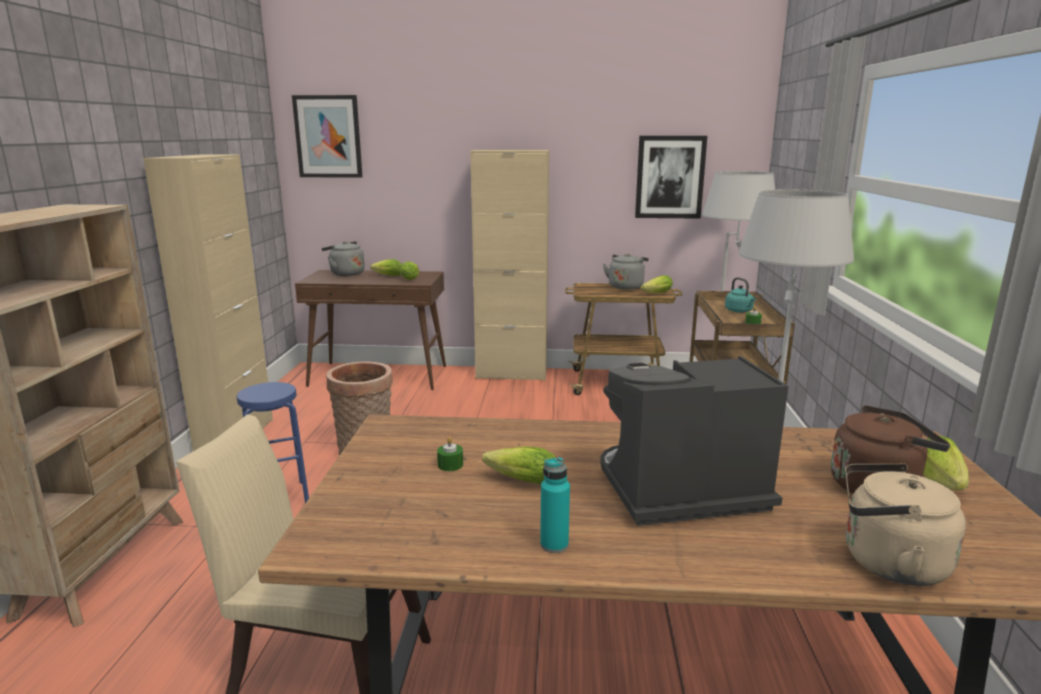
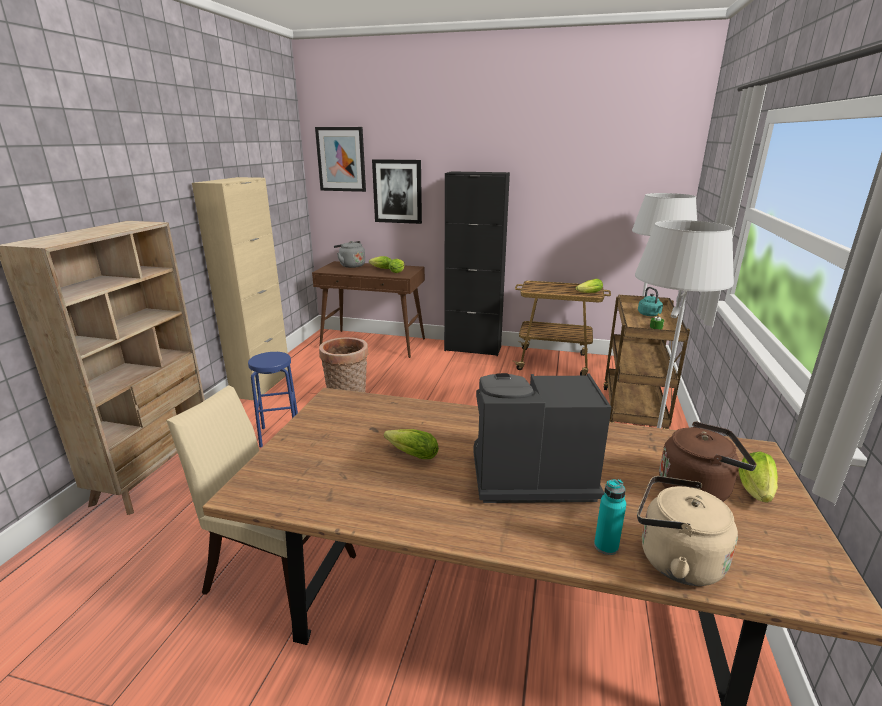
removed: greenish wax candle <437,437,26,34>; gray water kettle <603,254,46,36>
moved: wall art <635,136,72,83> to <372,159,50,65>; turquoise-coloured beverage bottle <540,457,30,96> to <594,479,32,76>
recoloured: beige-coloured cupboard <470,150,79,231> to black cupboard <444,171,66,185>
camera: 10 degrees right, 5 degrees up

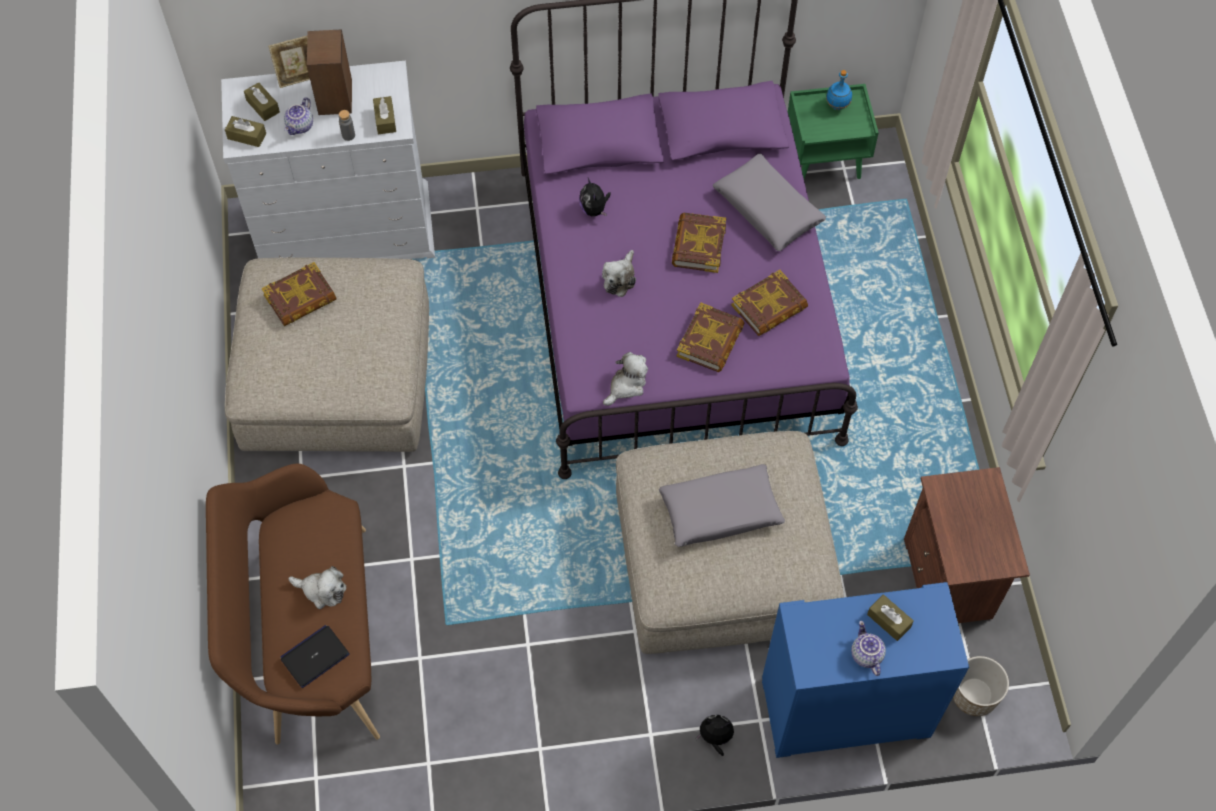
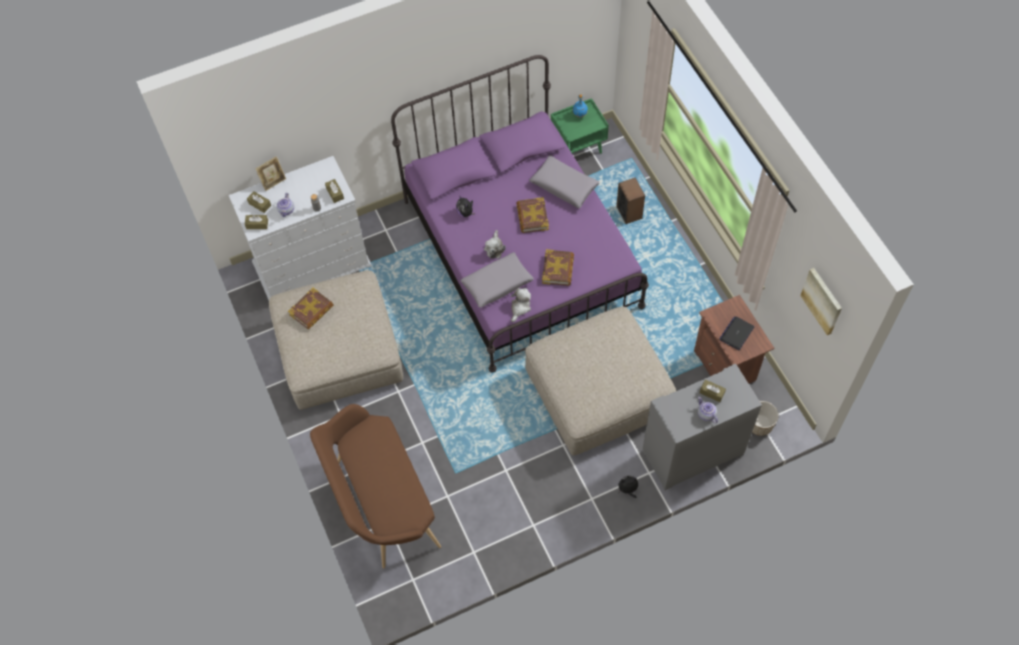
removed: cuddly toy <288,566,59,43>; volume <731,270,77,66>
added: wall art <800,268,42,67>
moved: gray pillow <659,464,126,83> to <461,252,73,56>; speaker <307,29,45,86> to <616,177,29,47>; notebook computer <281,625,69,63> to <719,316,35,34>
recoloured: bluish cupboard <762,582,207,176> to gray cupboard <643,364,119,126>
camera: 15 degrees left, 0 degrees up

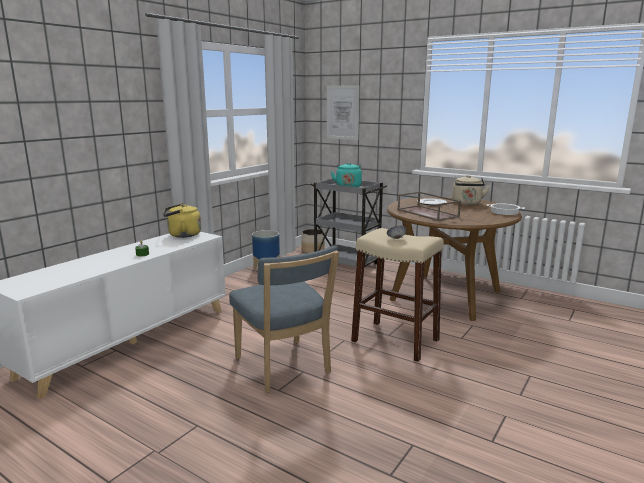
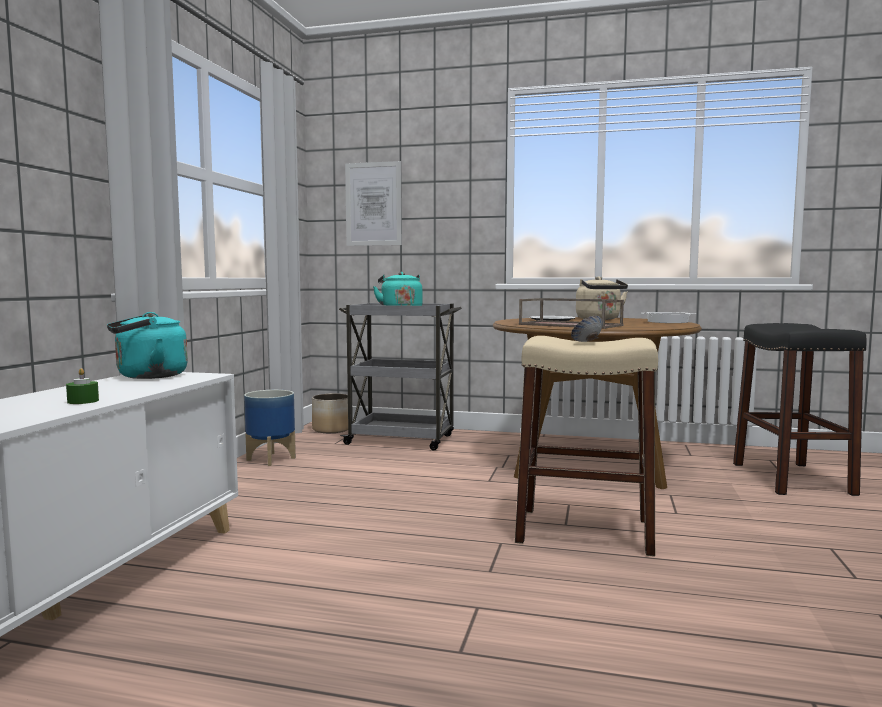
removed: bluish chair <229,246,110,147>
added: black sitting stool <733,323,134,173>
recoloured: yellow water kettle <163,203,38,35> to turquoise-coloured water kettle <107,312,81,67>
camera: 20 degrees left, 10 degrees down

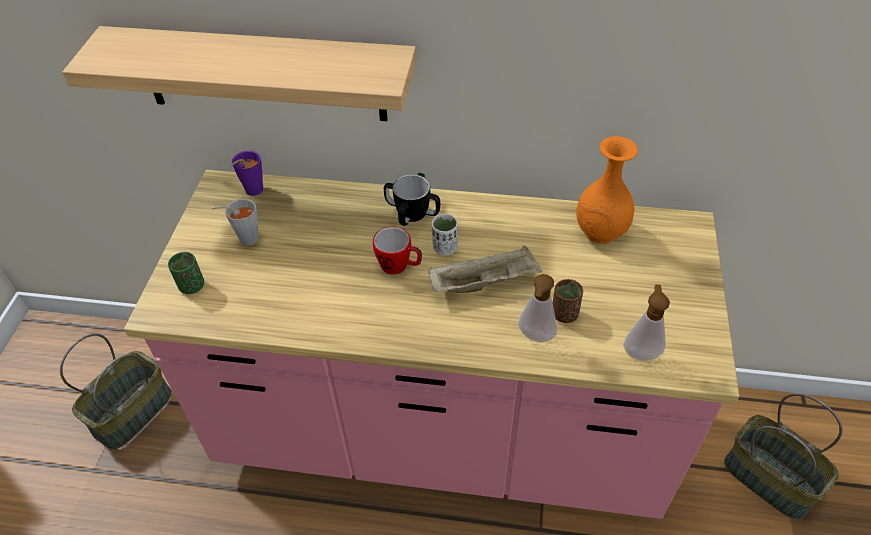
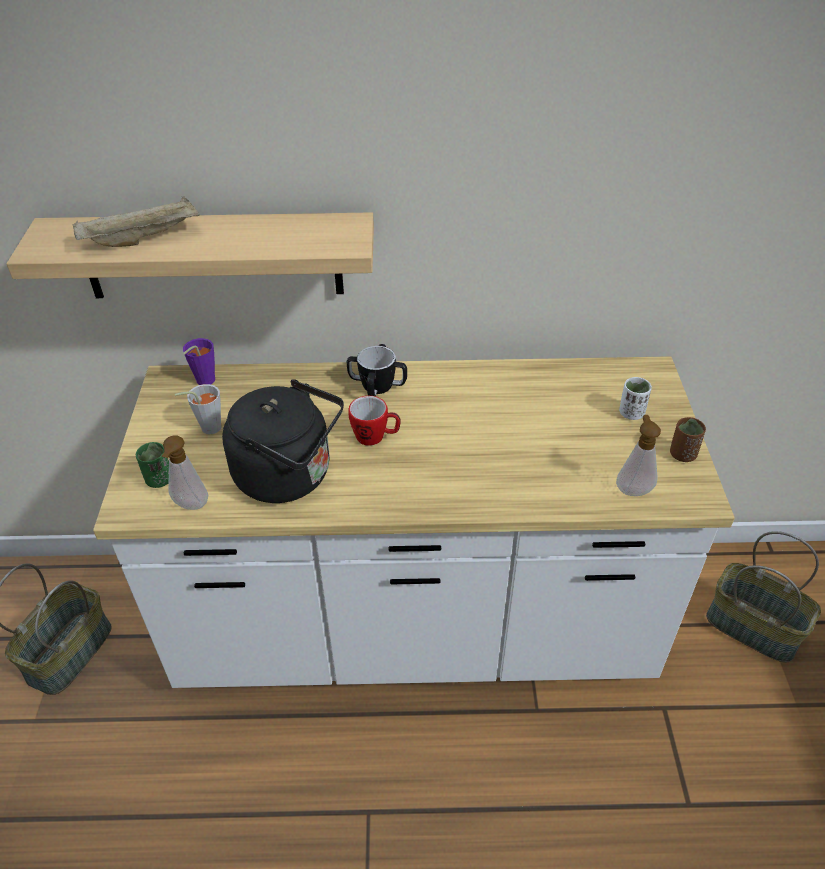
removed: orange-coloured decorative vase <576,136,62,108>
added: black water kettle <222,379,122,124>
moved: beige-coloured carrying tray <428,246,115,47> to <72,196,128,51>; soap dispenser <519,274,38,68> to <161,436,47,74>; white-coloured drinking cup <432,214,26,41> to <619,377,33,43>; brown-coloured drinking cup <553,279,30,44> to <670,417,36,45>
recoloured: pink kitchen counter <124,170,615,349> to white-coloured kitchen counter <93,356,642,332>
camera: 10 degrees left, 5 degrees down

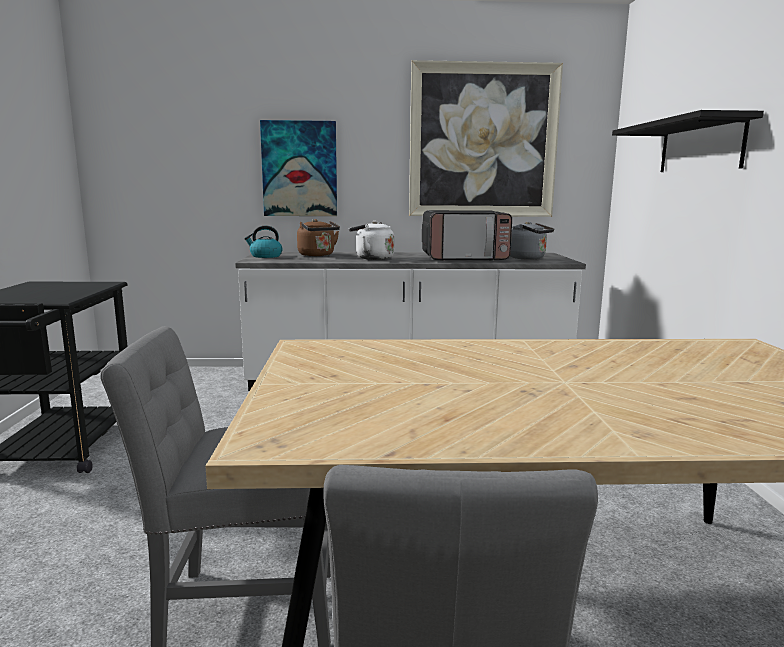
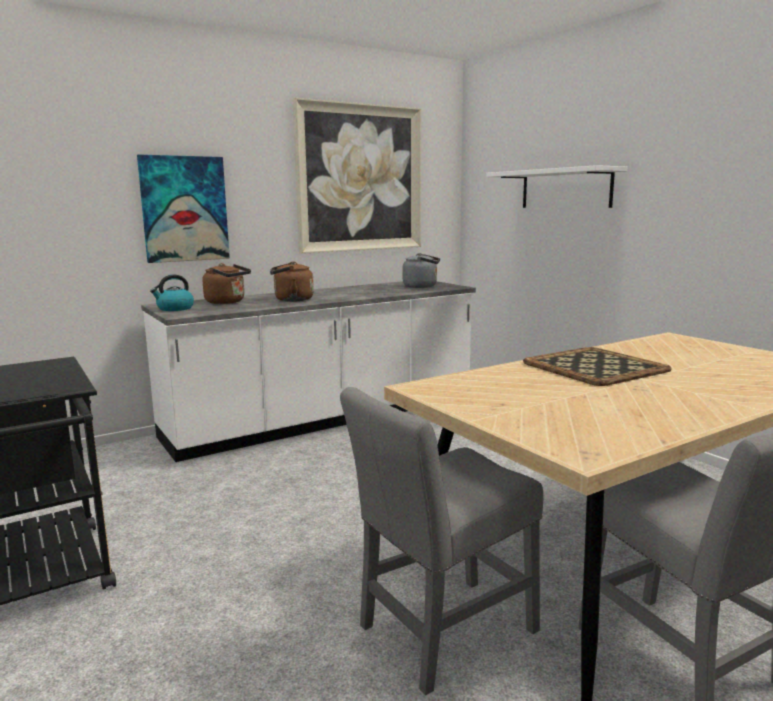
removed: kitchen microwave <422,210,90,51>
added: carrying tray <523,347,149,39>
recoloured: white-coloured water kettle <349,221,45,39> to brown-coloured water kettle <270,262,44,40>; black shelf <612,110,152,62> to white-coloured shelf <486,165,141,43>
camera: 30 degrees left, 0 degrees up

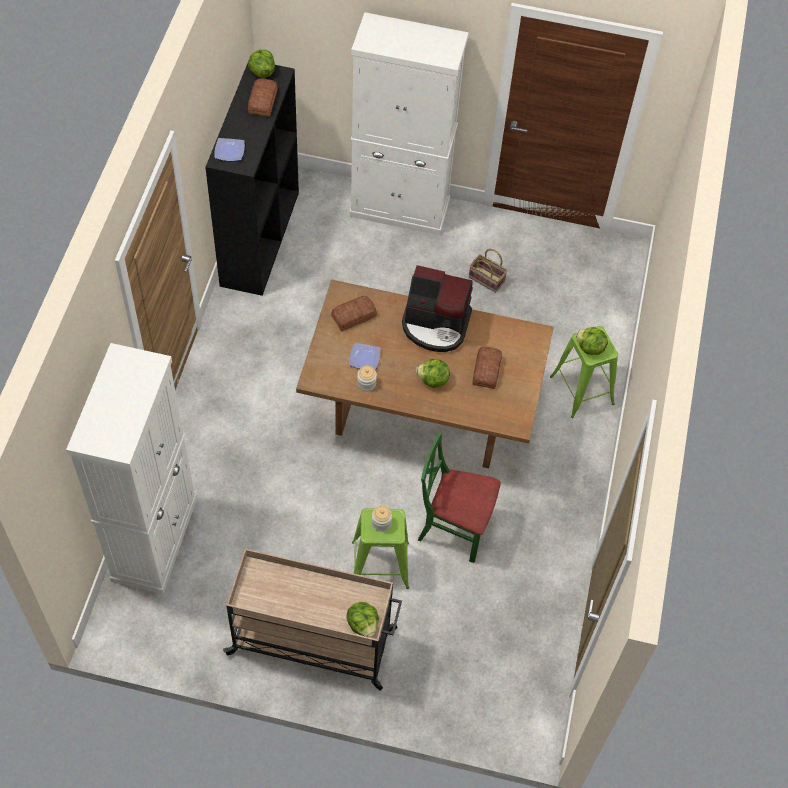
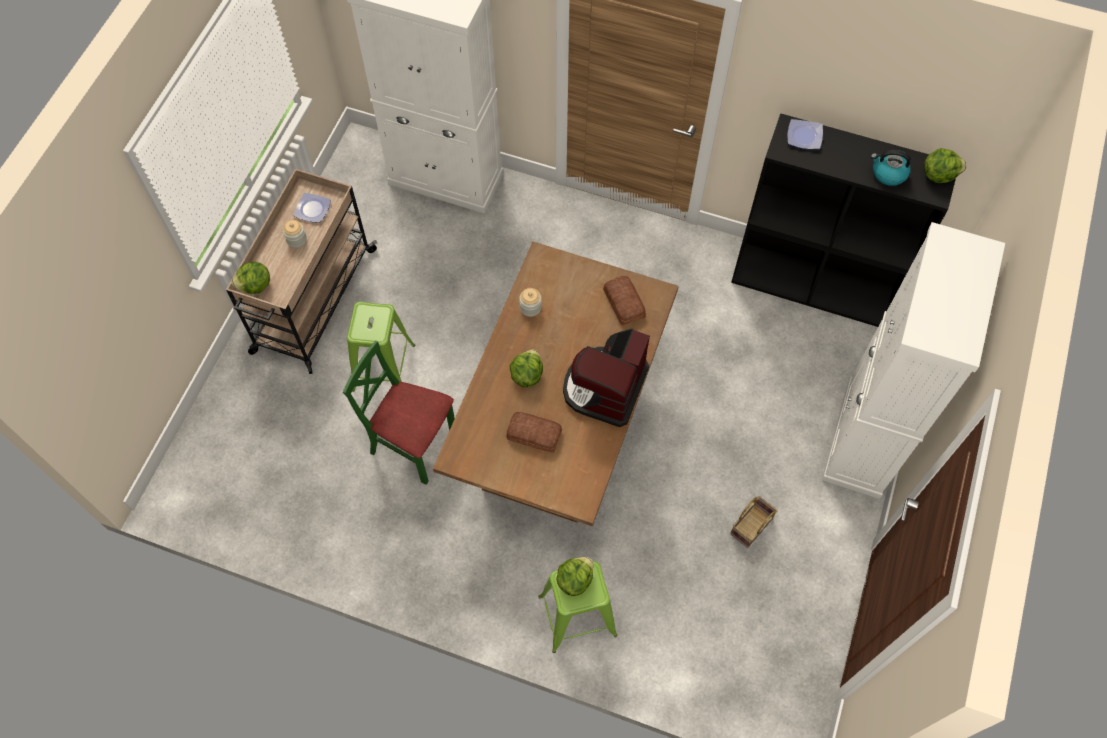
moved: jar <372,506,20,26> to <283,220,24,28>; plate <349,343,32,27> to <293,193,38,30>
replaced: bakery bread <248,79,30,37> to water kettle <871,150,40,36>
turned: greenish chair <418,432,83,131> = <343,340,112,145> 90 degrees counterclockwise
camera: 100 degrees right, 5 degrees up

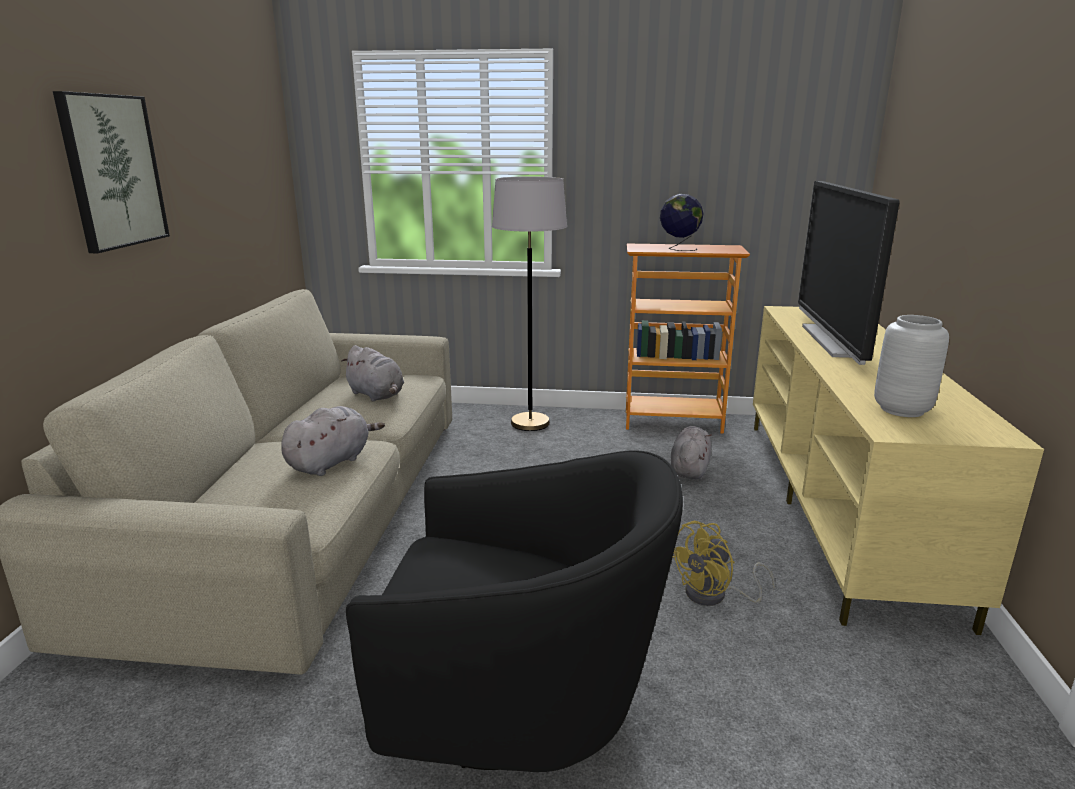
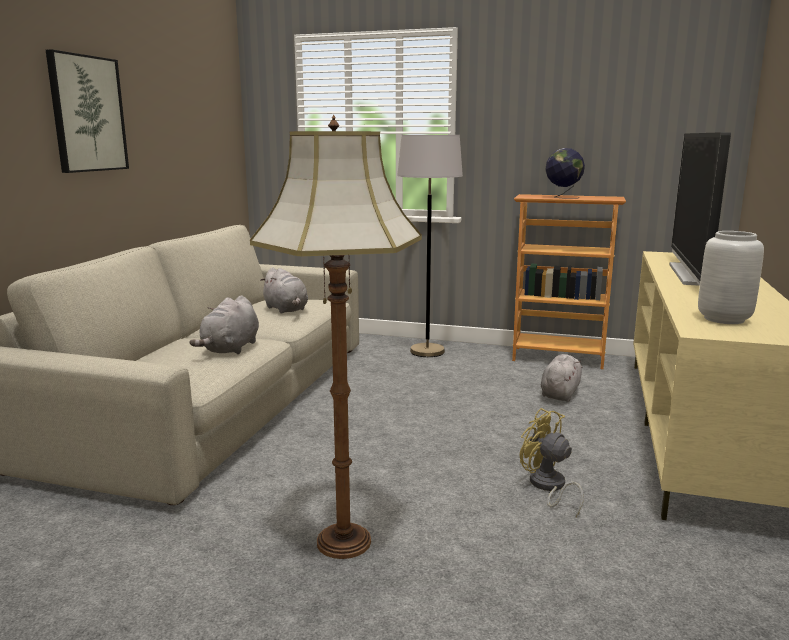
replaced: black easy chair <346,450,337,322> to floor lamp <250,115,172,444>
turned: gray cuddly toy <281,406,104,70> = <189,295,70,59> 150 degrees clockwise; yellow fan <672,521,103,85> = <520,408,64,109> 75 degrees clockwise
camera: 10 degrees right, 5 degrees down

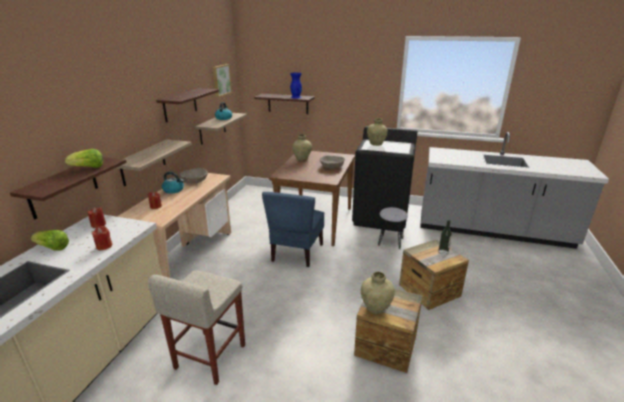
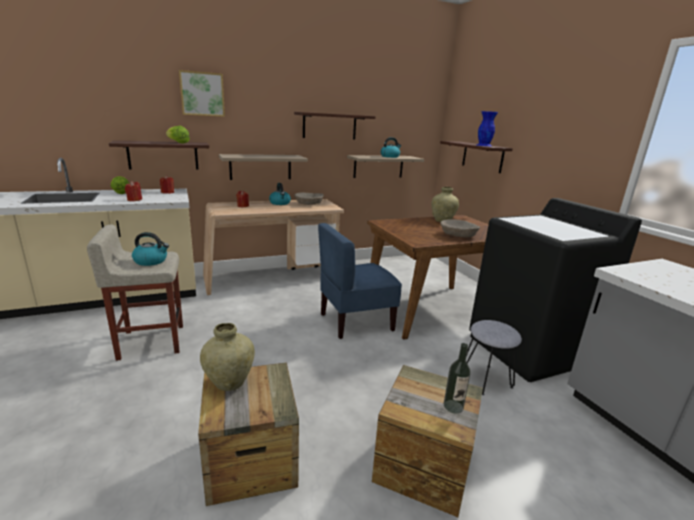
removed: beige-coloured decorative vase <367,119,21,27>
added: water kettle <132,232,37,34>
moved: wall art <213,64,19,33> to <179,70,46,47>
camera: 50 degrees right, 5 degrees down

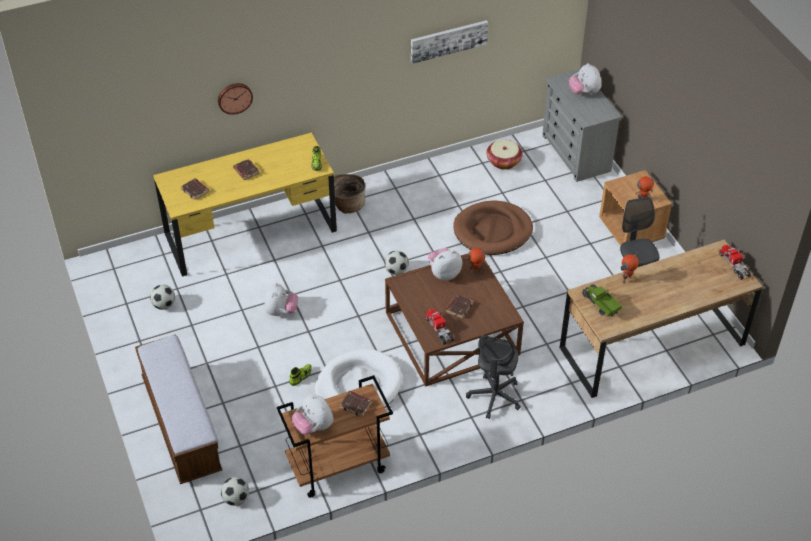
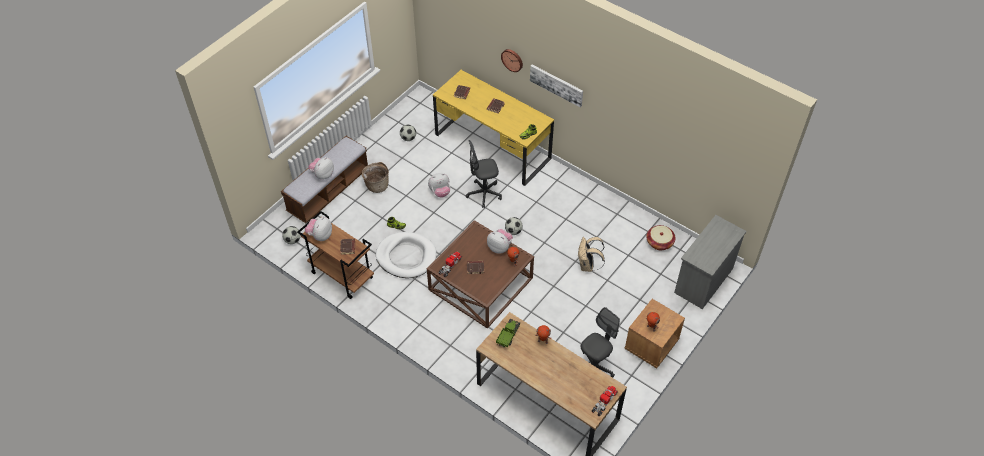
moved: cuddly toy <569,63,33,32> to <308,157,26,23>; basket <334,174,31,40> to <362,162,27,31>; gray computer chair <466,335,55,84> to <466,140,36,68>; wall art <411,20,77,44> to <530,65,53,42>
replaced: brown-coloured pet bed <453,201,80,54> to beige-coloured knapsack <578,237,27,35>
camera: 60 degrees right, 5 degrees up

